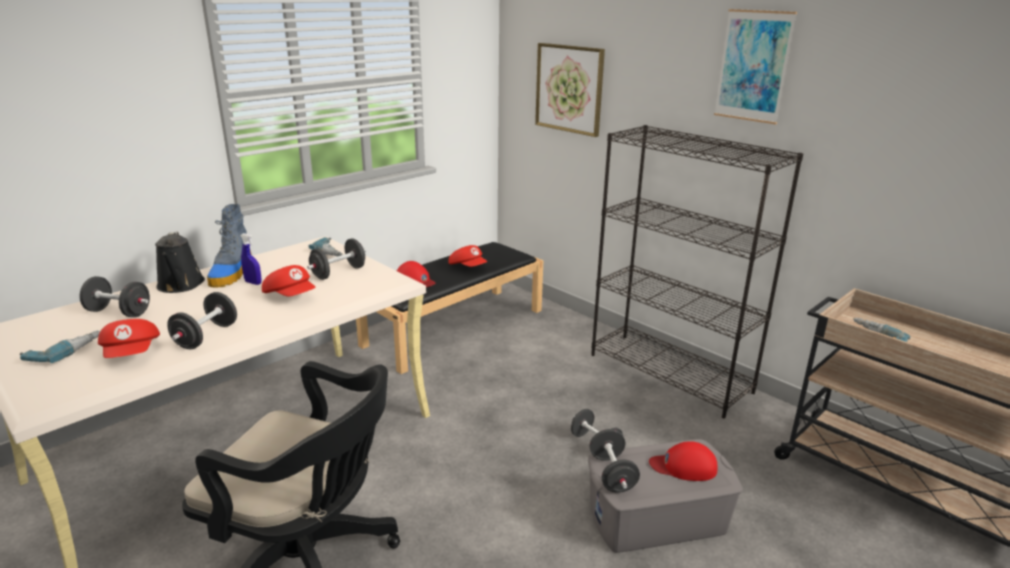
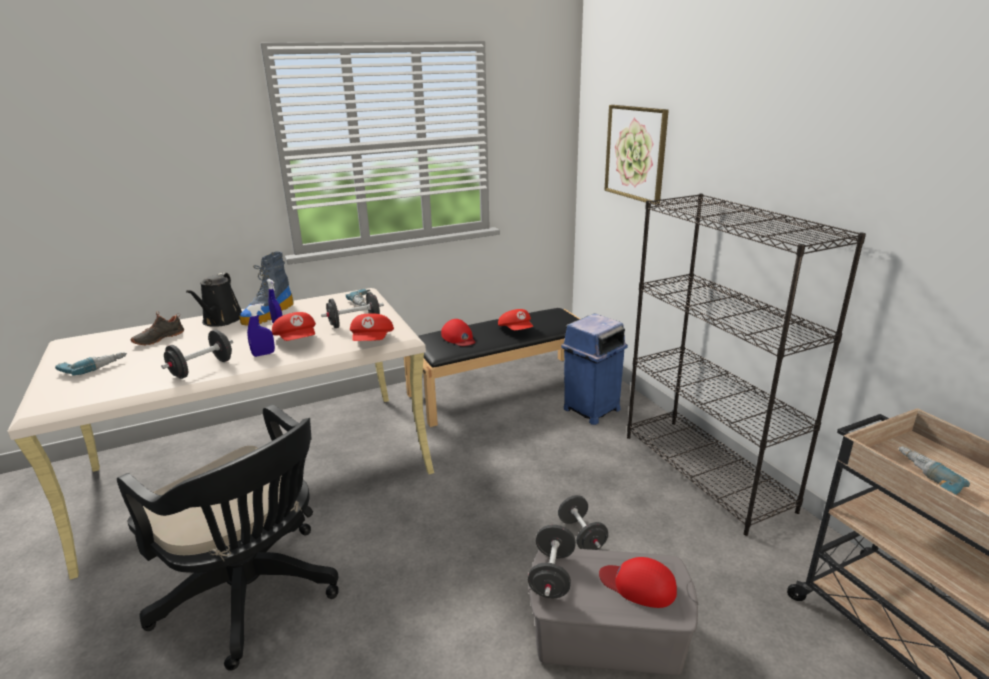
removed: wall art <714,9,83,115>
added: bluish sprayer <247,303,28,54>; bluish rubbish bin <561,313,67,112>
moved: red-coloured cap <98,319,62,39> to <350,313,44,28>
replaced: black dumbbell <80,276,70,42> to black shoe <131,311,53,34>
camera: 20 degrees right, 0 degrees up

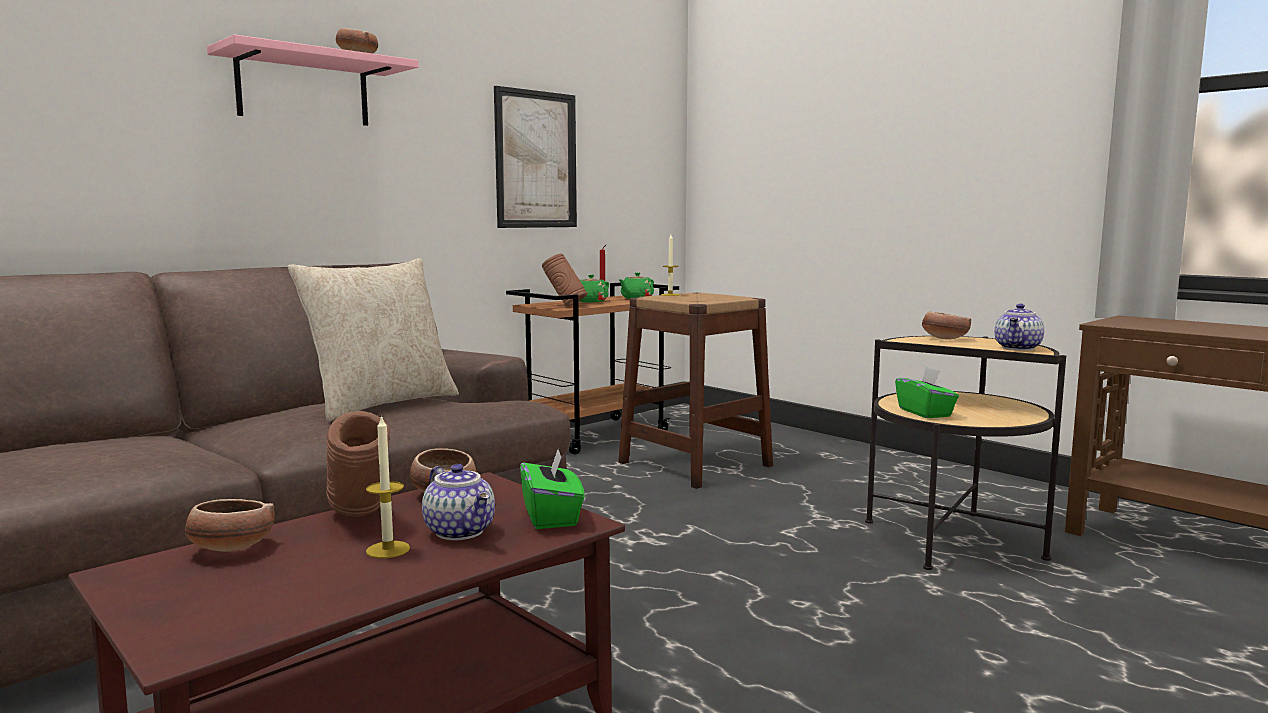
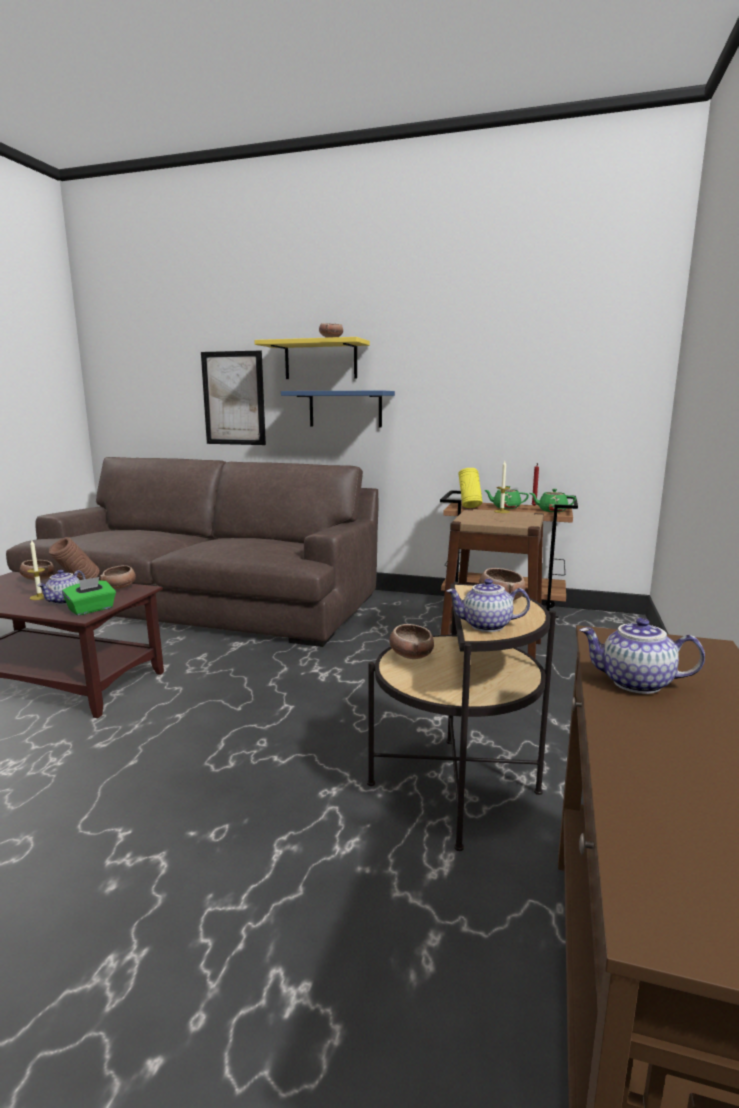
removed: beige-coloured pillow <288,258,171,163>
added: bluish shelf <281,391,114,36>; pot for tea <580,618,125,76>
moved: wall art <494,86,83,142> to <201,350,65,95>
replaced: greenish tissue box <895,367,64,51> to deep dish <389,624,45,35>
recoloured: pink shelf <207,35,212,91> to yellow shelf <254,337,116,42>; brown-coloured decorative vase <542,254,45,52> to yellow decorative vase <459,468,24,40>
camera: 60 degrees right, 5 degrees up

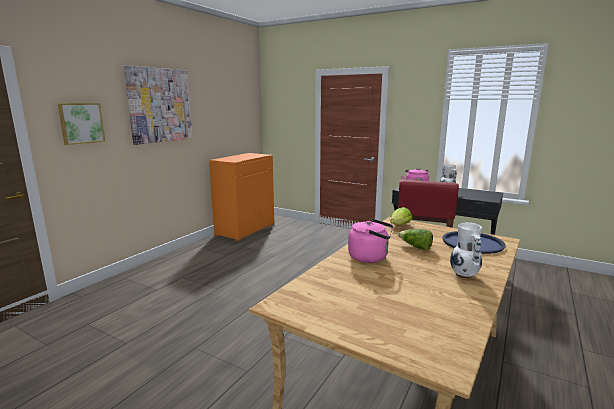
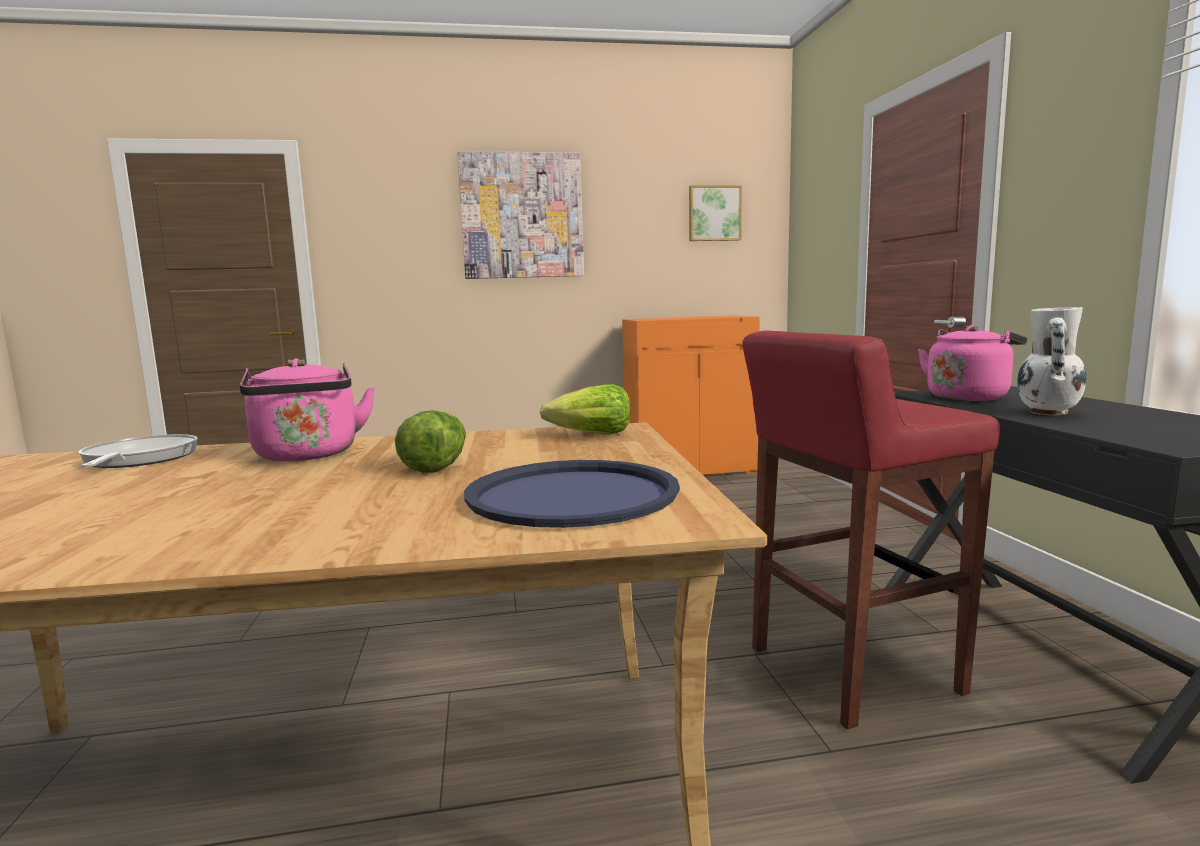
removed: white-coloured decorative vase <450,222,32,57>
added: skillet <78,434,120,34>
moved: wall art <57,103,49,42> to <689,185,53,56>
camera: 50 degrees right, 5 degrees down

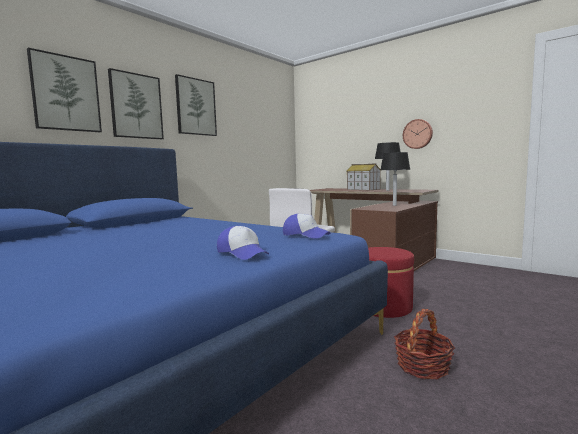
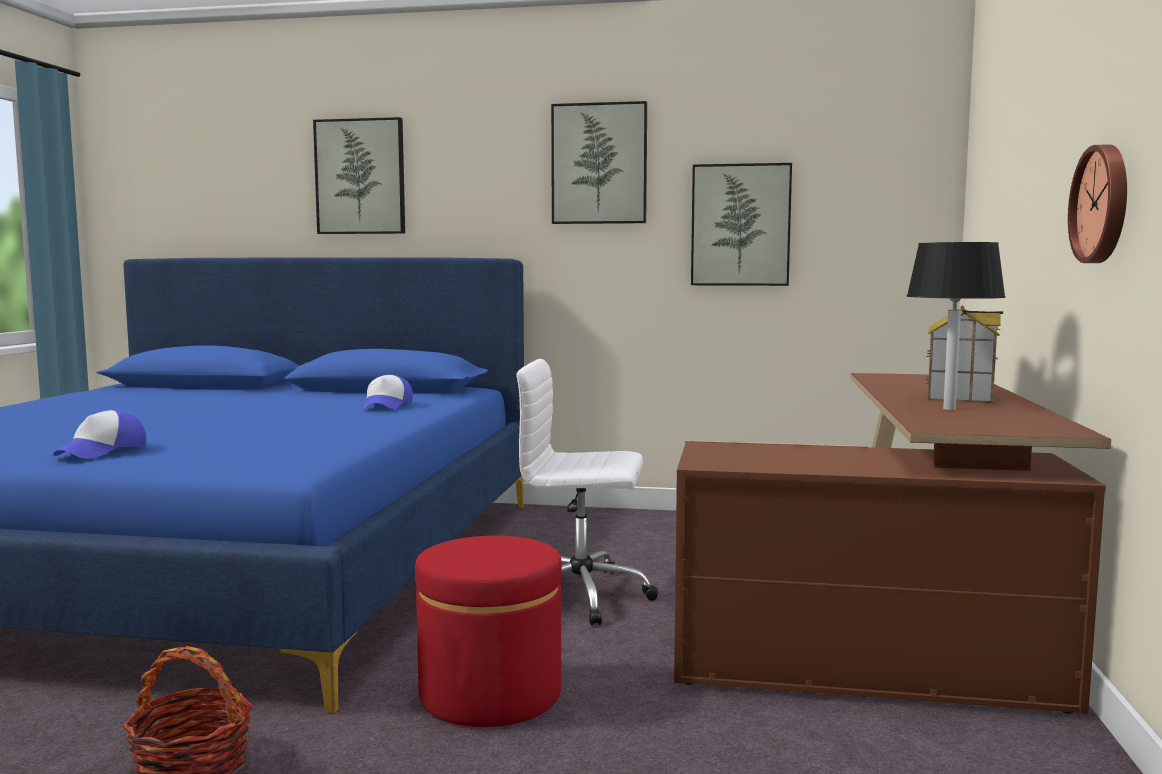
removed: black tabletop lamp <381,152,29,54>
moved: cap <283,214,47,25> to <364,375,49,34>; wall art <108,68,56,71> to <691,163,101,123>
camera: 60 degrees right, 0 degrees up

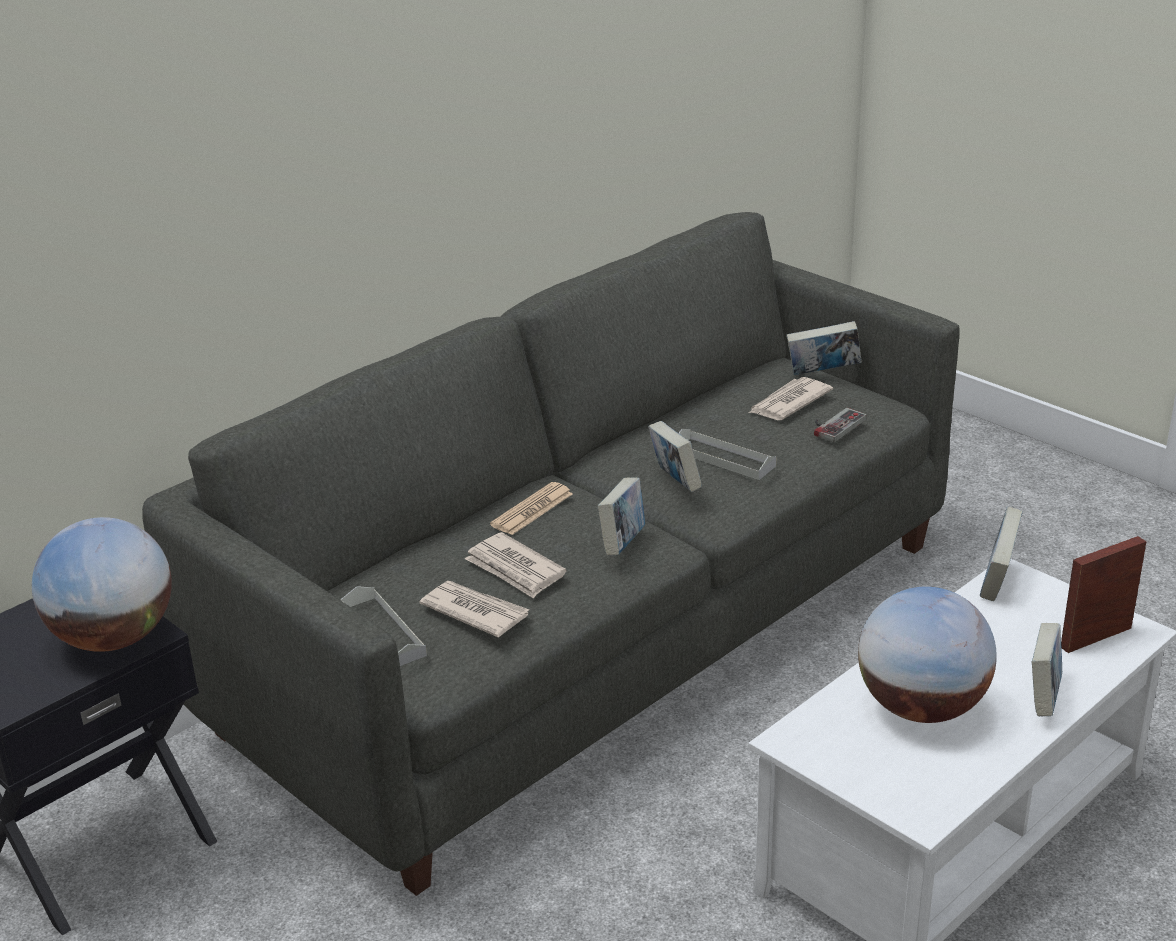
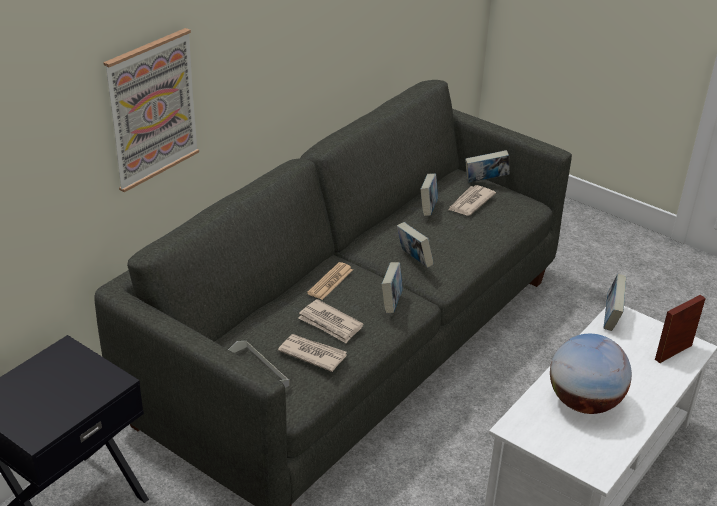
removed: globe <32,517,140,135>; gray carrying tray <679,429,97,51>; game controller <814,408,53,34>
added: wall art <103,28,96,164>
moved: volume <1032,623,30,93> to <420,173,18,43>
camera: 10 degrees left, 5 degrees up

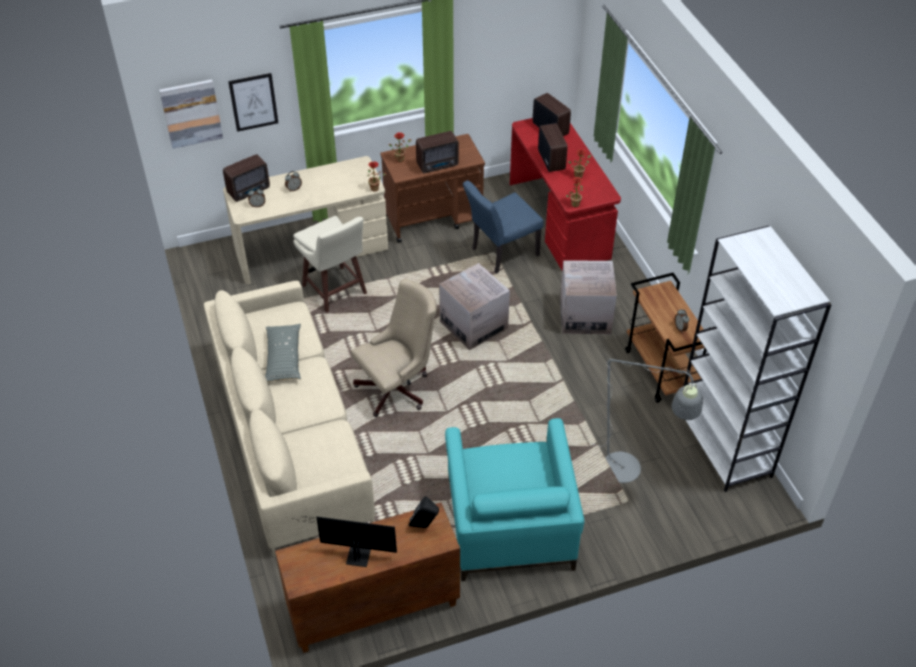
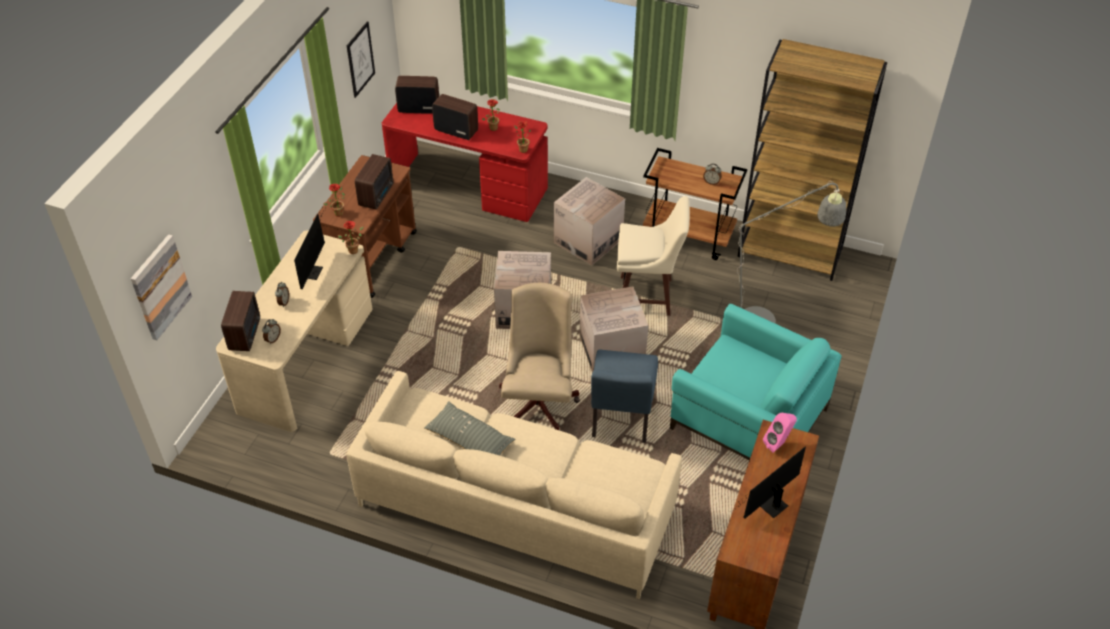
added: monitor <294,205,33,84>; carton <580,286,68,87>
moved: wall art <228,73,50,59> to <347,21,28,77>; bluish chair <463,180,81,94> to <591,349,67,94>; beige-coloured sitting stool <293,216,74,97> to <617,196,73,120>
recoloured: white-coloured bookshelf <684,226,148,266> to brown-coloured bookshelf <738,39,149,242>; black speaker <409,496,30,32> to pink speaker <763,413,34,40>
camera: 50 degrees left, 0 degrees up

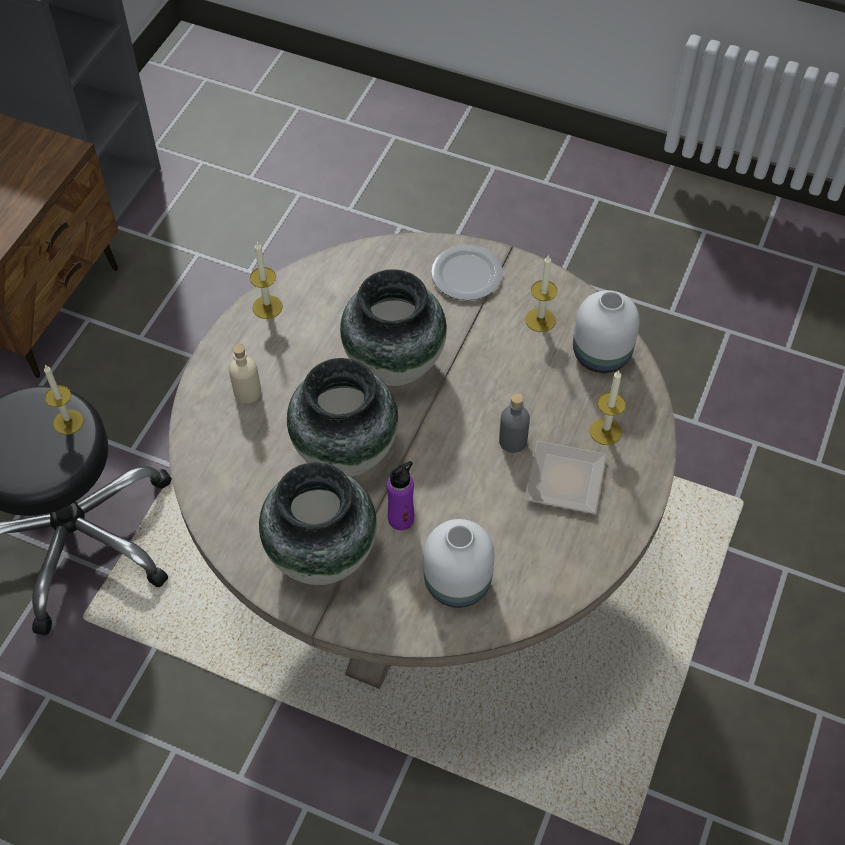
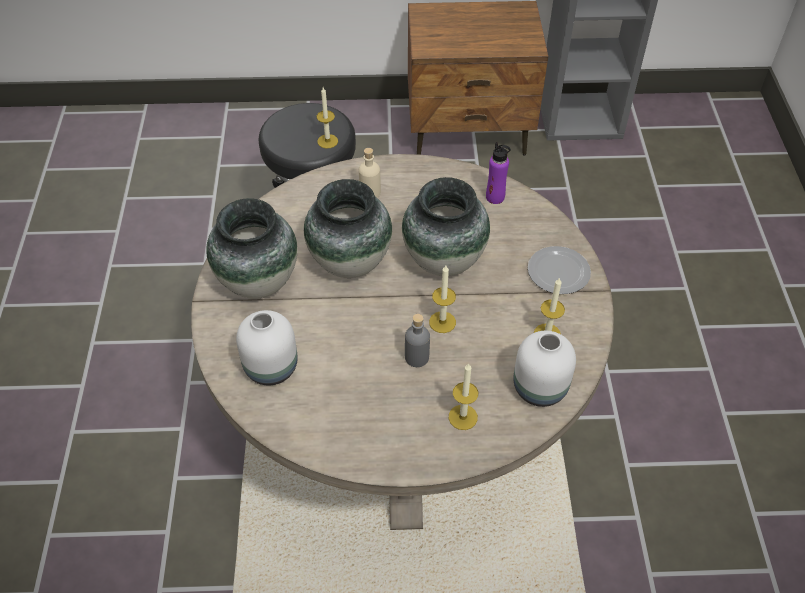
removed: plate <524,441,83,73>
moved: wax candle <250,241,33,78> to <429,266,27,67>; purplish beverage bottle <387,461,27,69> to <486,142,25,62>
camera: 65 degrees right, 5 degrees down

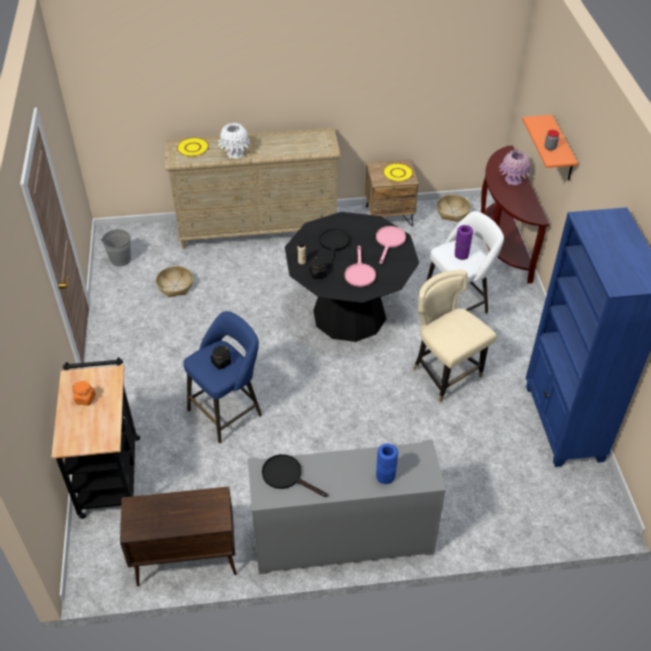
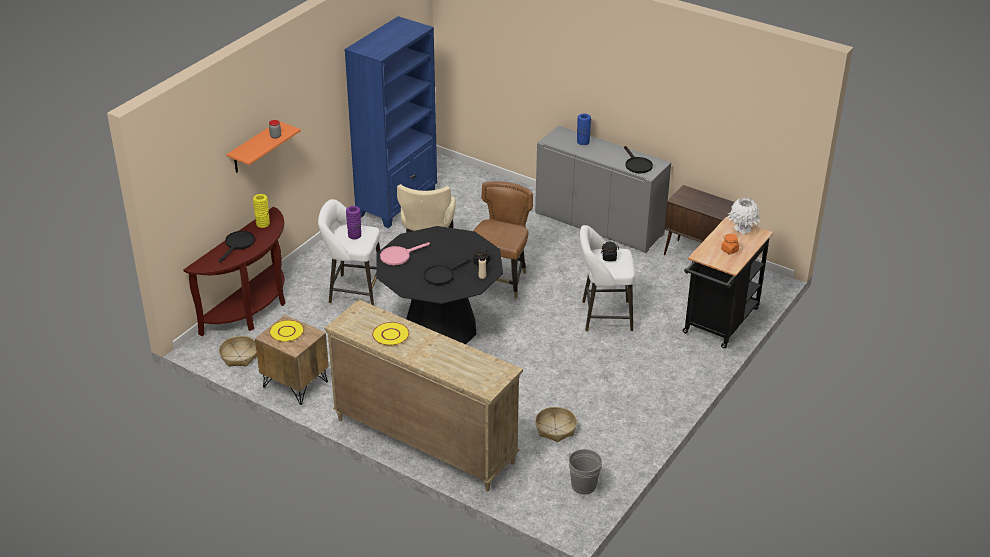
removed: pink skillet <344,246,32,41>
added: yellow decorative vase <253,194,17,34>; brown-coloured chair <473,181,60,117>
moved: yellow plate <177,138,32,19> to <372,322,37,24>; white-coloured decorative vase <218,123,33,36> to <727,198,34,36>
replaced: pink decorative vase <499,150,32,35> to black skillet <219,231,36,31>
recoloured: bluish sitting stool <183,311,79,132> to white-coloured sitting stool <580,225,55,106>
camera: 140 degrees left, 10 degrees down

